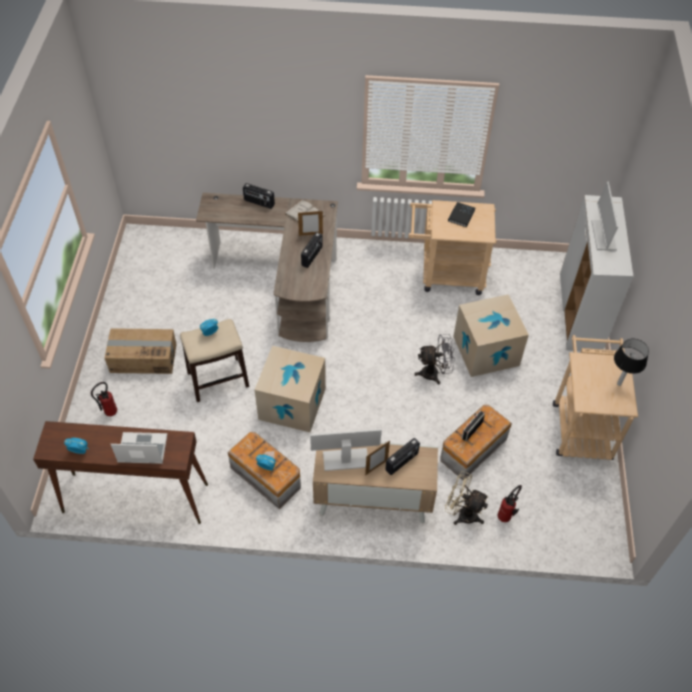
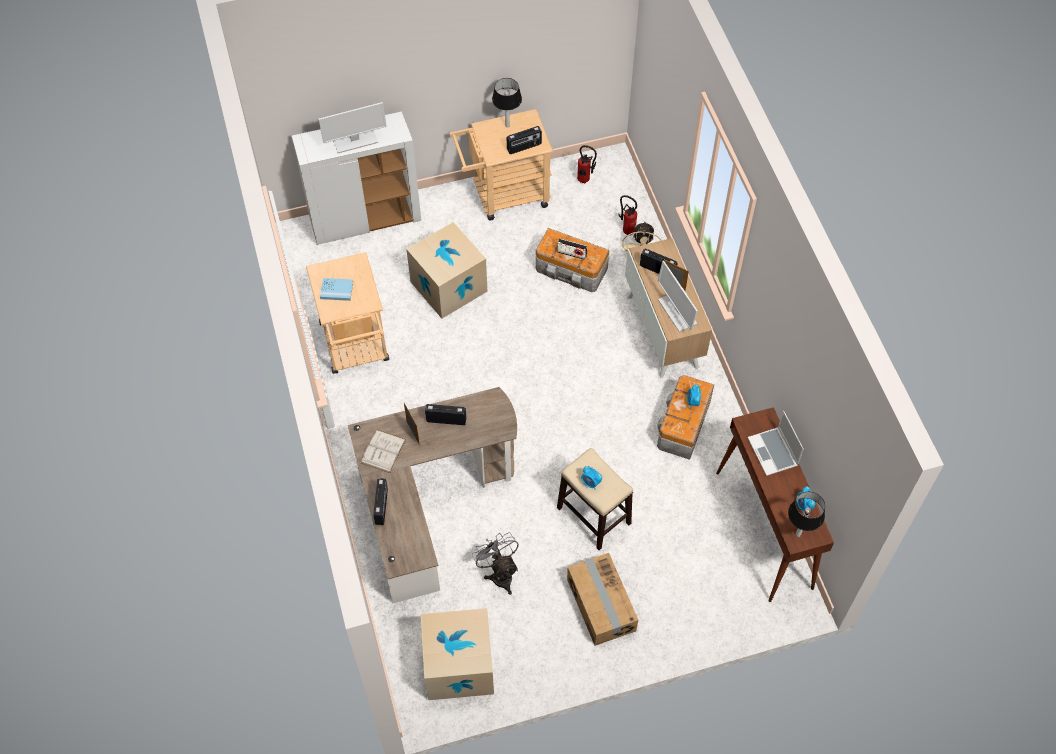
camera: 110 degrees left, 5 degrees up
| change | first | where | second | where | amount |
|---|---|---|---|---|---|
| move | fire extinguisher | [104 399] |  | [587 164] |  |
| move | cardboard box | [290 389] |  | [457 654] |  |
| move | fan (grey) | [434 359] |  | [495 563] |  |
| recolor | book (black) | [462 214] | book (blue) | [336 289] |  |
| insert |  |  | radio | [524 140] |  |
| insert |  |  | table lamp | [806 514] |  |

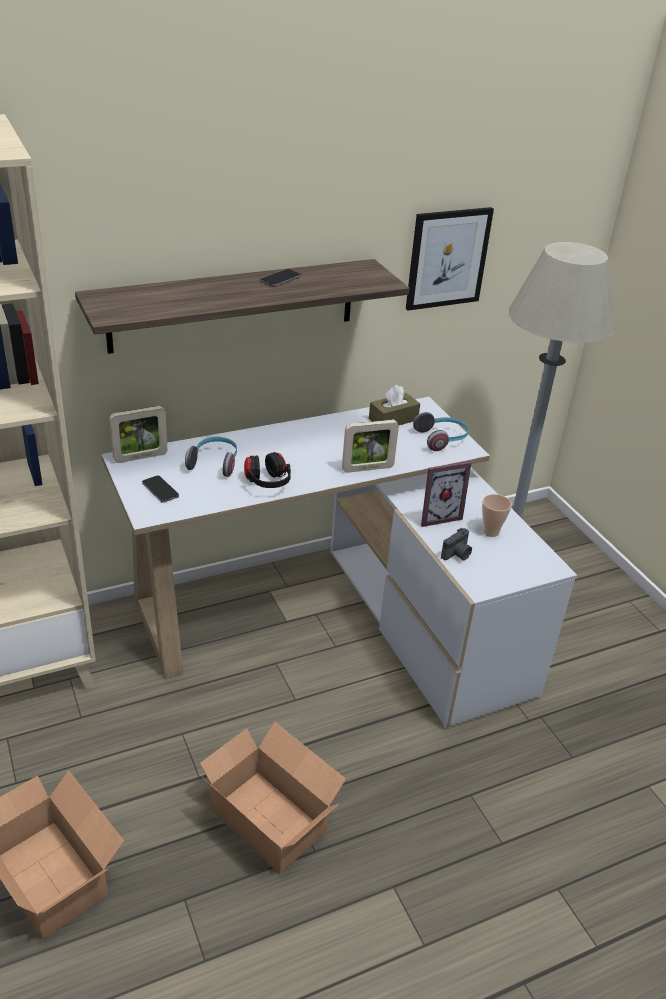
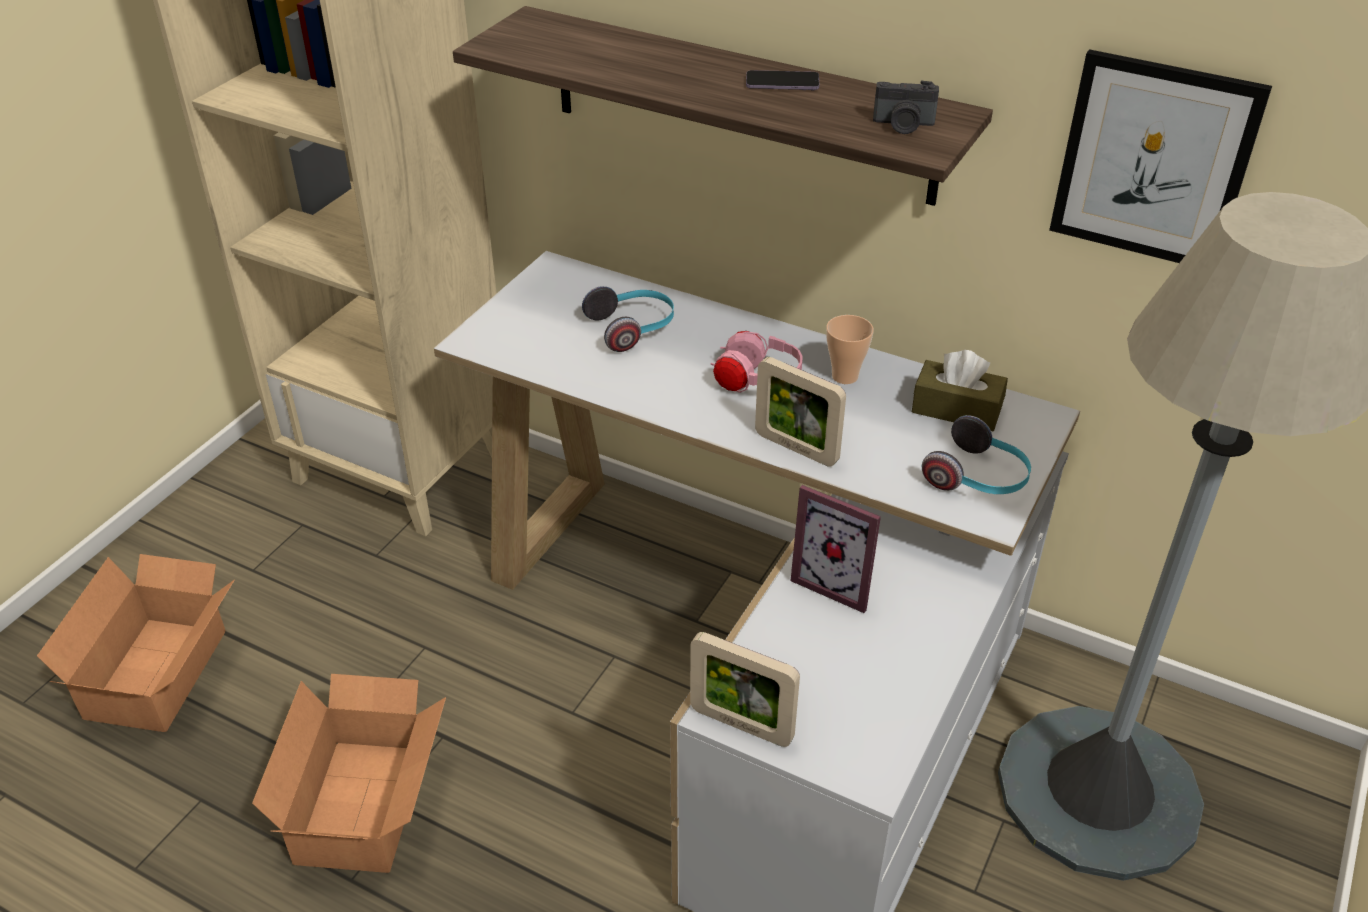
camera: 55 degrees right, 5 degrees up
| change | first | where | second | where | amount |
|---|---|---|---|---|---|
| move | picture frame | [138 434] |  | [745 689] |  |
| delete | phone | [160 489] |  |  |  |
| delete | headphones (black) | [267 470] |  |  |  |
| move | photo camera | [456 544] |  | [906 107] |  |
| move | cup | [497 515] |  | [850 349] |  |
| insert |  |  | headphones (pink) | [756 362] |  |

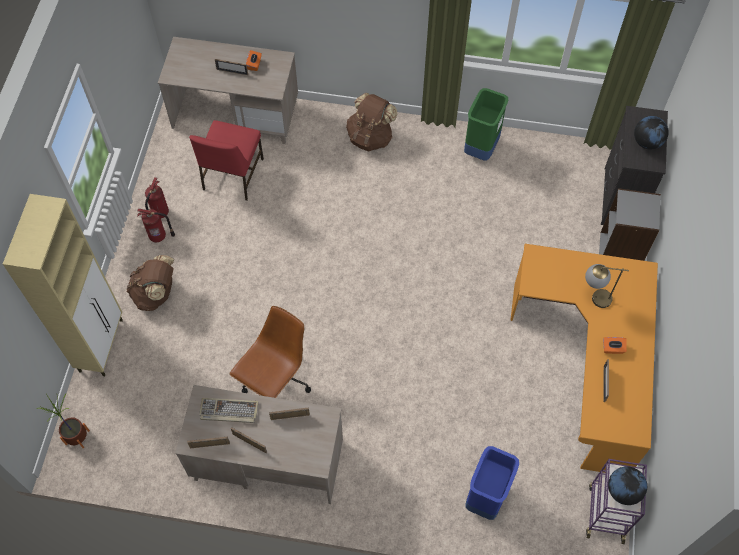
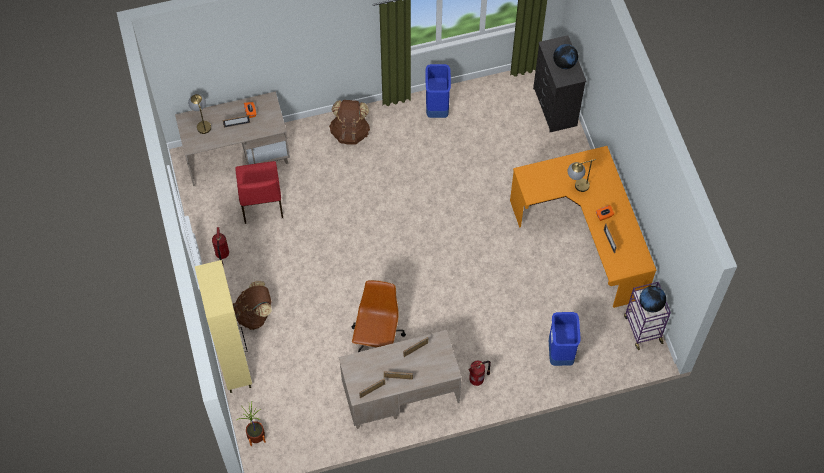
camera: 25 degrees left, 0 degrees up
| change | first | where | second | where | amount |
|---|---|---|---|---|---|
| move | fire extinguisher | [156 225] |  | [480 373] |  |
| delete | keyboard | [228 410] |  |  |  |
| recolor | trash can (green) | [486 124] | trash can (blue) | [438 91] |  |
| delete | bookcase (grey) | [630 224] |  |  |  |
| insert |  |  | table lamp | [199 114] |  |

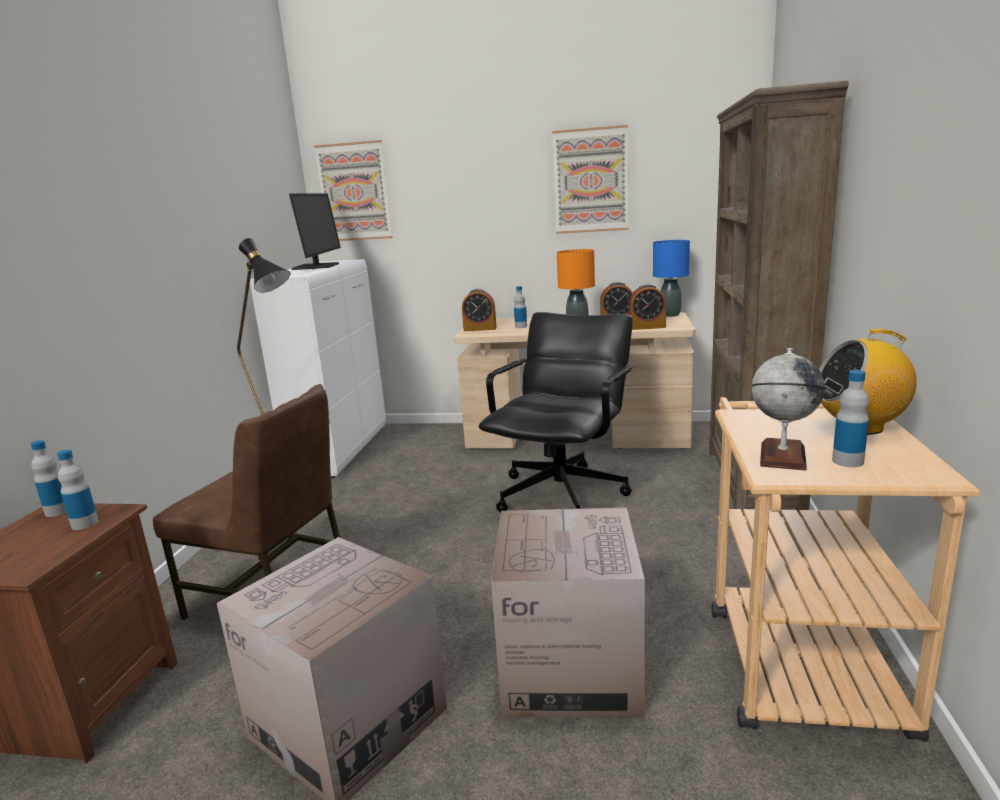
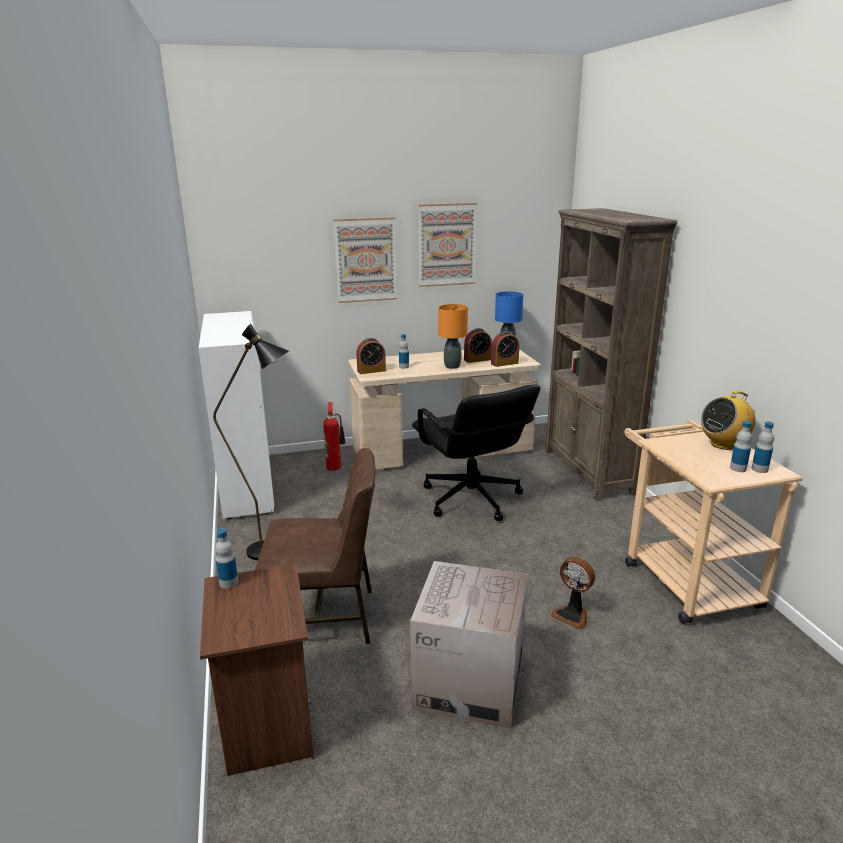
camera: 25 degrees left, 5 degrees up
| change | first | where | second | where | amount |
|---|---|---|---|---|---|
| move | bottle | [78 489] |  | [762 447] |  |
| delete | monitor | [315 231] |  |  |  |
| move | picture | [353 190] |  | [365 260] |  |
| rotate | office chair (black) | [556 412] |  | [476 453] | 150 degrees clockwise |
| replace | cardboard box | [568 612] | fan | [573 593] |  |
| delete | globe | [788 409] |  |  |  |
| insert |  |  | fire extinguisher | [334 436] |  |

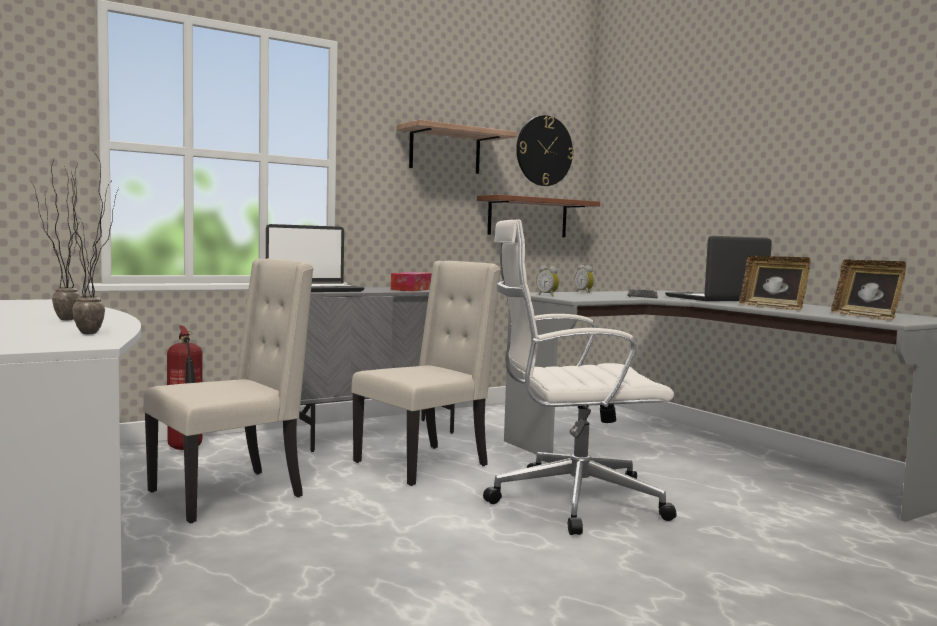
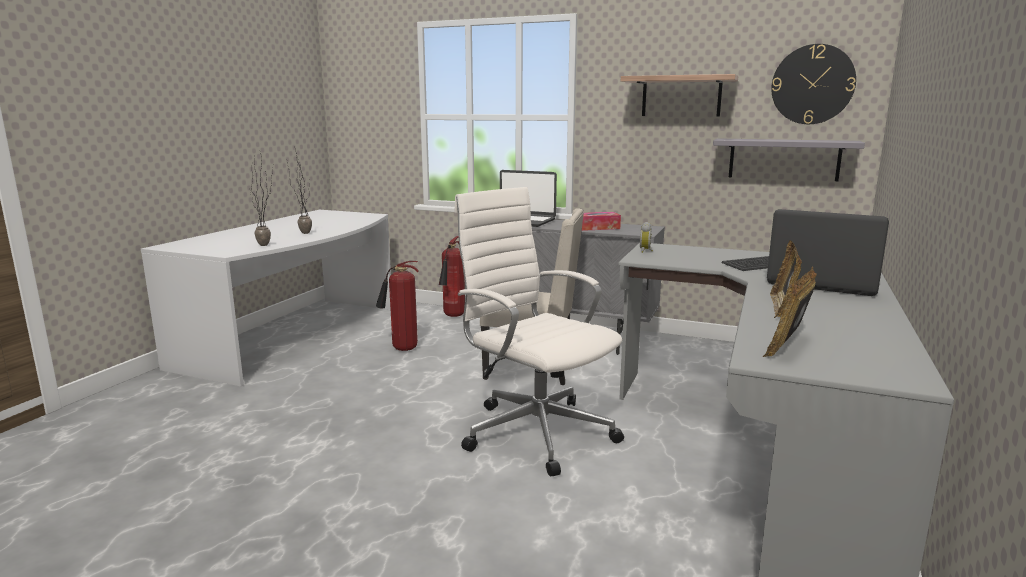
camera: 55 degrees right, 10 degrees up
| change | first | where | second | where | amount |
|---|---|---|---|---|---|
| replace | chair (beige) | [228 391] | fire extinguisher | [397 306] |  |
| recolor | shelf (brown) | [538 216] | shelf (grey) | [789 159] |  |
| delete | alarm clock | [584 279] |  |  |  |

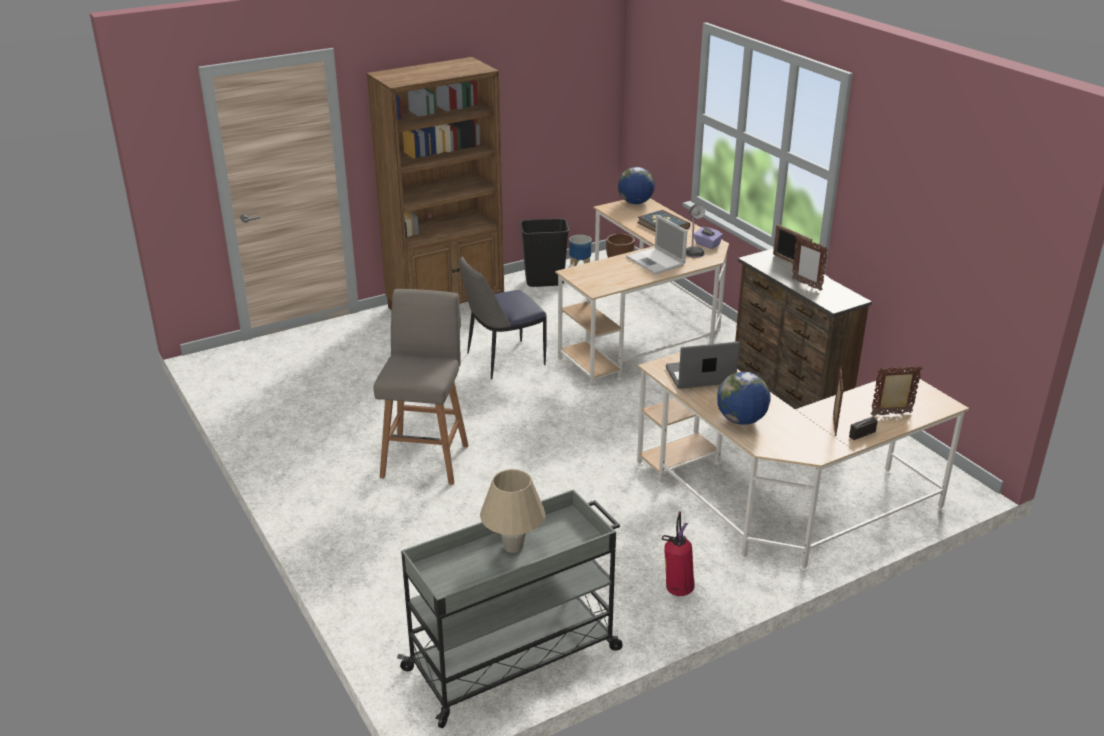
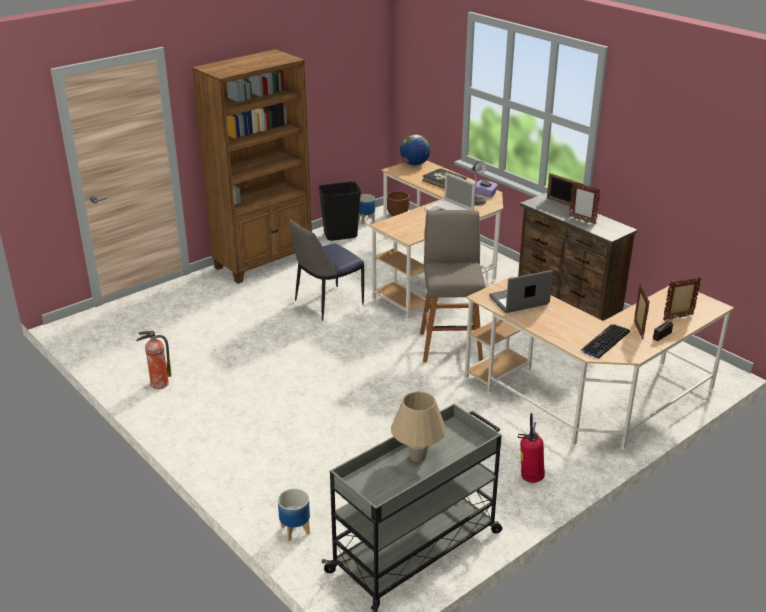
camera: 10 degrees left, 0 degrees up
| change | first | where | second | where | amount |
|---|---|---|---|---|---|
| move | stool (grey) | [420 387] |  | [453 286] |  |
| delete | globe | [744 398] |  |  |  |
| insert |  |  | fire extinguisher | [154 360] |  |
| insert |  |  | planter | [294 515] |  |
| insert |  |  | keyboard | [605 341] |  |

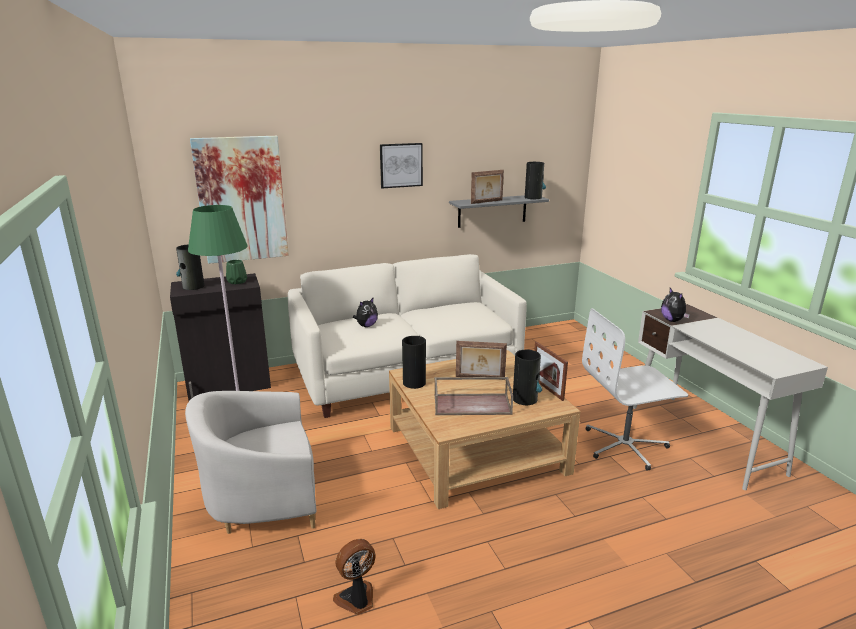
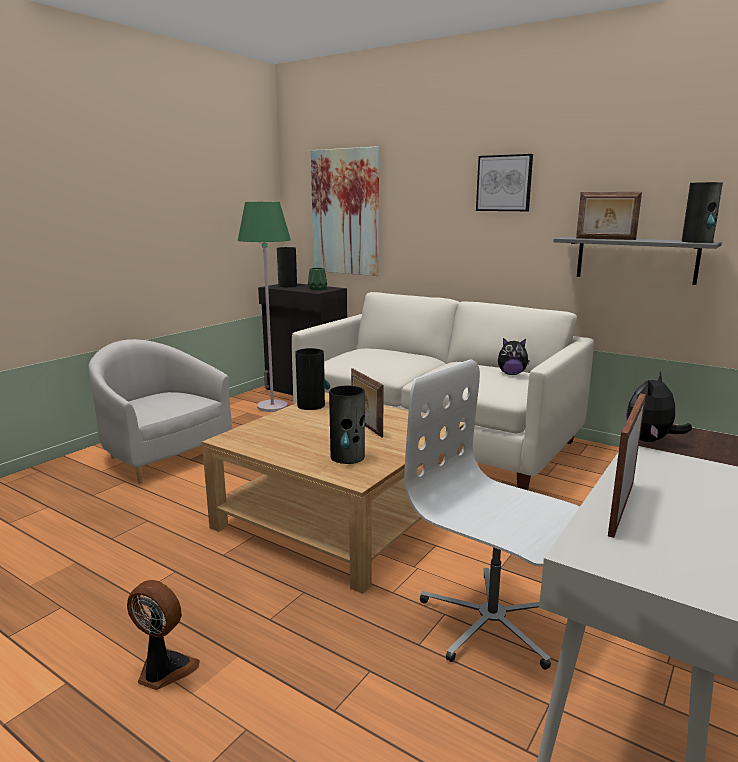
camera: 55 degrees right, 5 degrees down
| change | first | where | second | where | amount |
|---|---|---|---|---|---|
| move | fan | [354 577] |  | [163 635] |  |
| move | plush toy | [365 312] |  | [514 356] |  |
| delete | tray (brown) | [473 396] |  |  |  |
| move | picture frame | [551 371] |  | [627 466] |  |

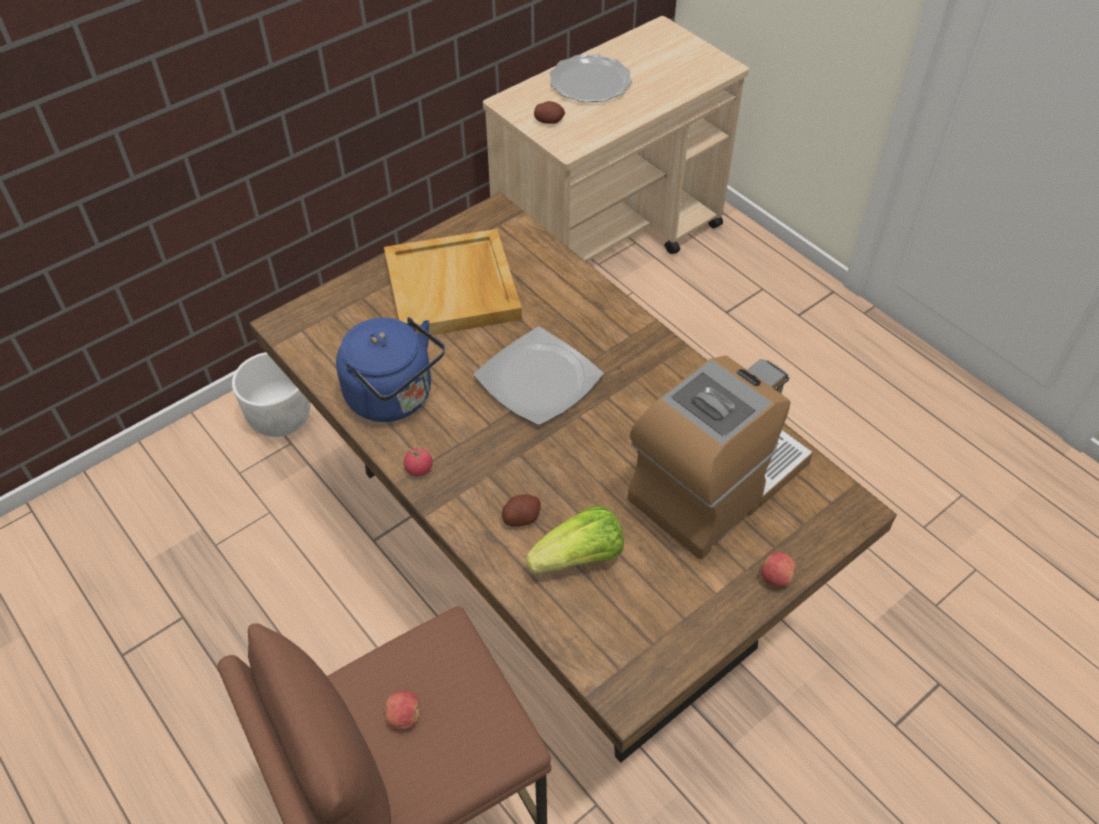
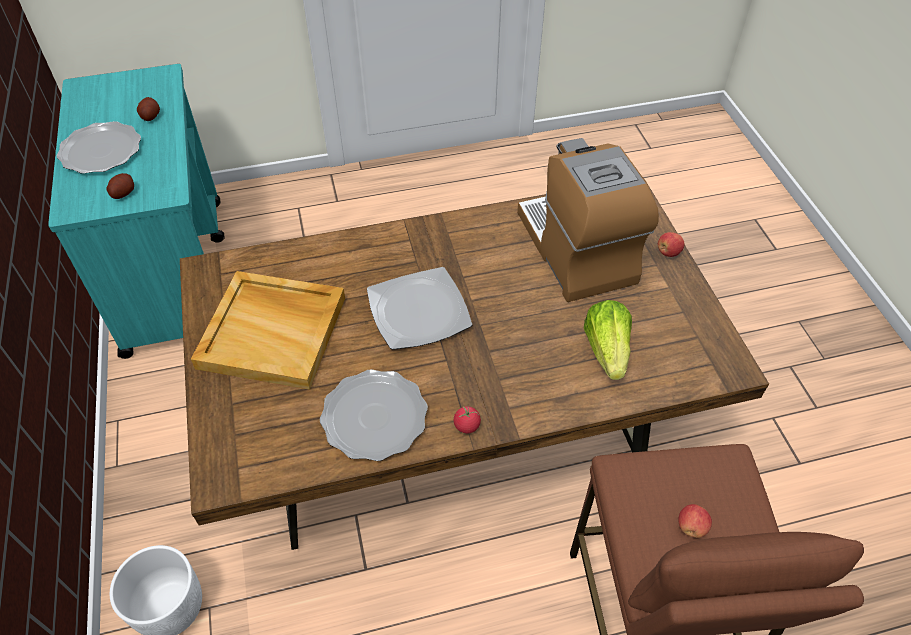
camera: 65 degrees left, 0 degrees up
| change | first | where | second | where | amount |
|---|---|---|---|---|---|
| replace | kettle (blue) | [390 369] | plate | [374 415] |  |
| recolor | cart (beige) | [616 139] | cart (turquoise) | [136 211] |  |
| move | potato | [521 510] |  | [148 109] |  |

